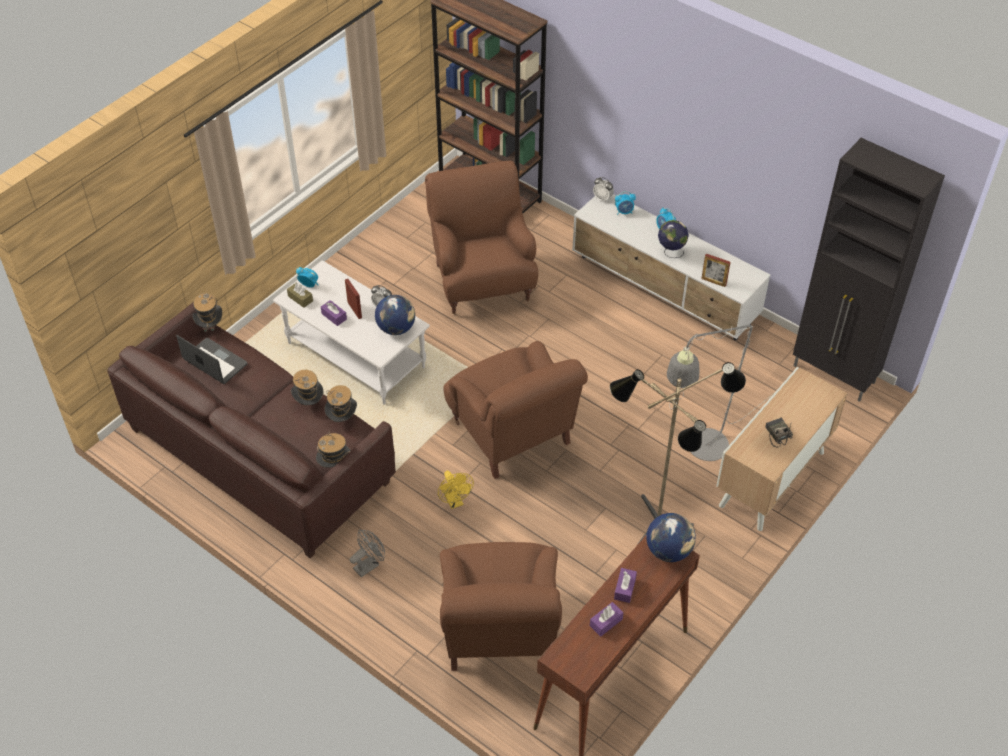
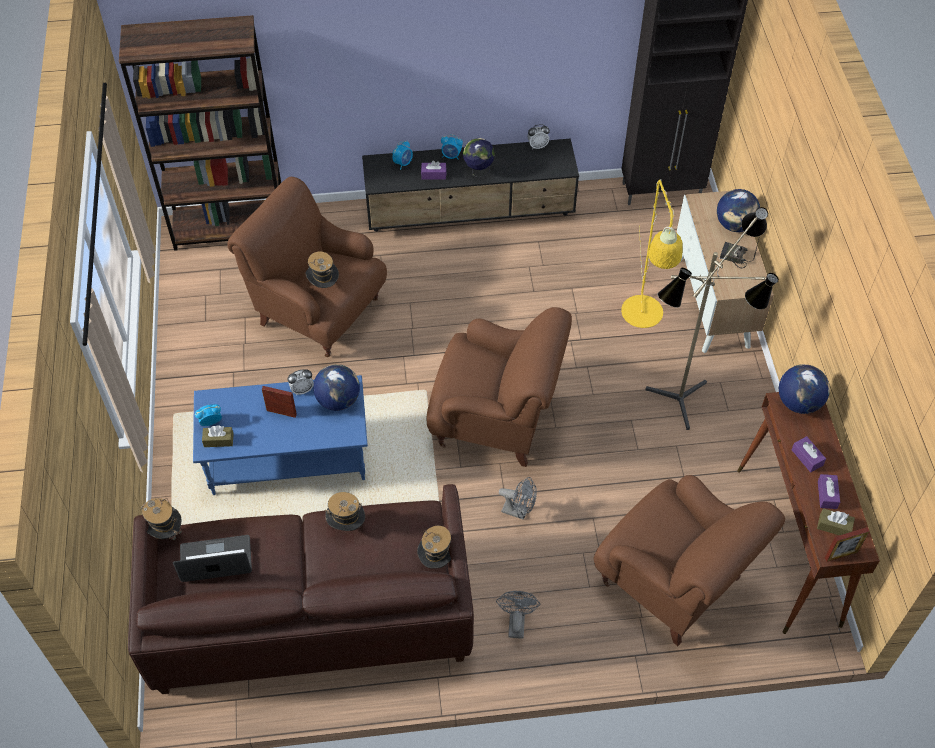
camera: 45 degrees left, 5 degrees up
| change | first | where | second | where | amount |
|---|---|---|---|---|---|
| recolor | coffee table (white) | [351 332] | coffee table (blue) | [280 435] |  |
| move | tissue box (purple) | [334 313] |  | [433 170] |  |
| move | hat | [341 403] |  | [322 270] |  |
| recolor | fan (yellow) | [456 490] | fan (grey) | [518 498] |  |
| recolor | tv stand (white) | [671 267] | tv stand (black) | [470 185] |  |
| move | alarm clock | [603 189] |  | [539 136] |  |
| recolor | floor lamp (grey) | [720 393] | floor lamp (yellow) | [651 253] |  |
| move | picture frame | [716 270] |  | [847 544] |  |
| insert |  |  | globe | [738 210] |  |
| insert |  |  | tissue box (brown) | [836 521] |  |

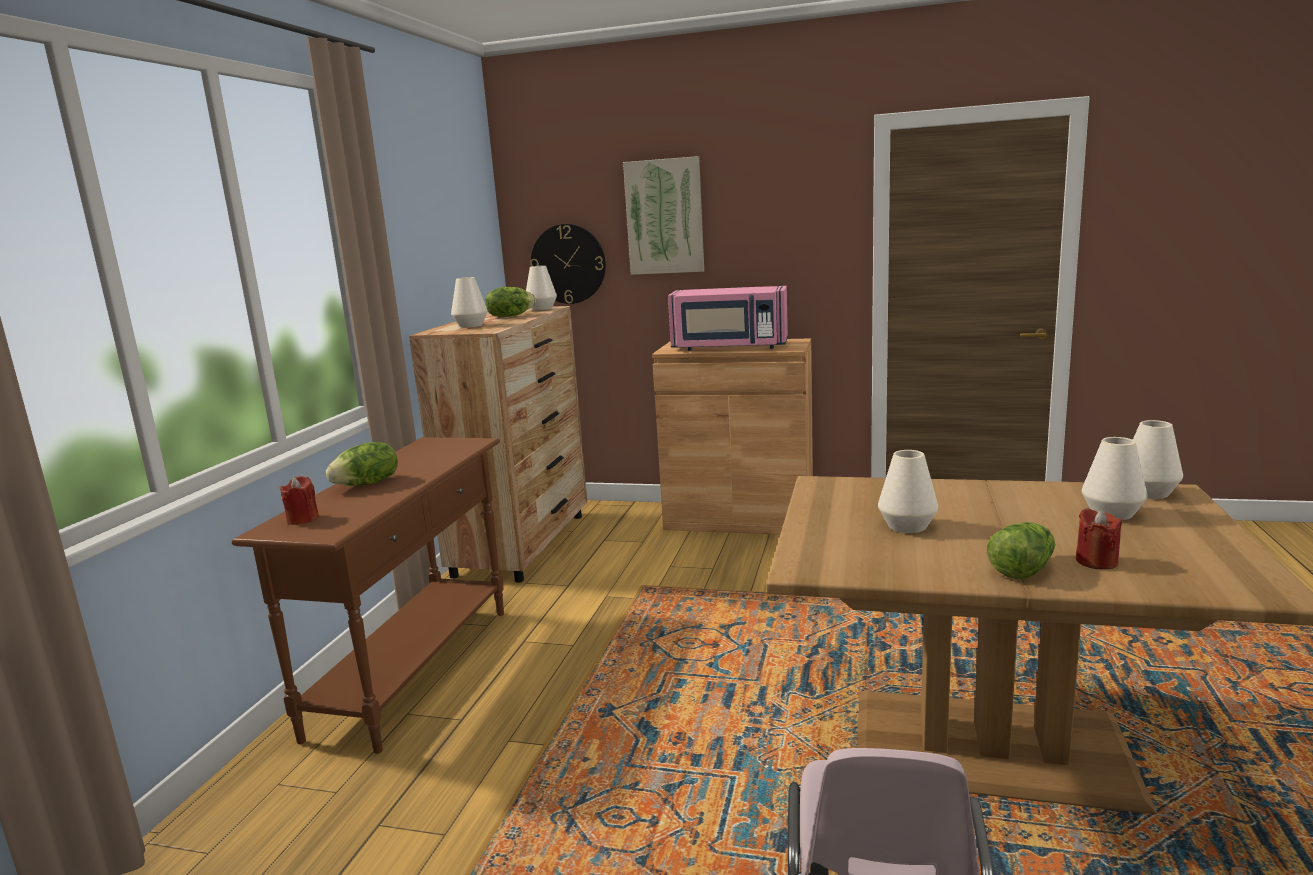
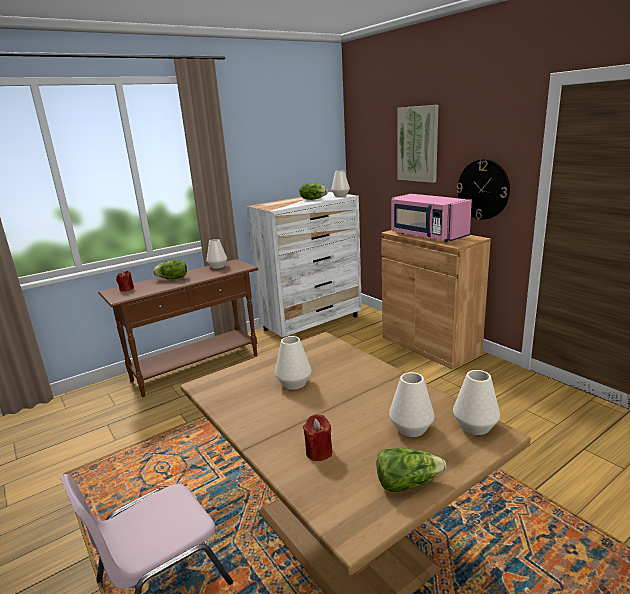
camera: 40 degrees right, 5 degrees up
| change | first | where | second | where | amount |
|---|---|---|---|---|---|
| recolor | dresser (brown) | [498 444] | dresser (white) | [304 265] |  |
| move | vase (white) | [469 302] |  | [216 254] |  |
| move | wall clock | [568 264] |  | [483 189] |  |
| move | lettuce | [1021 550] |  | [411 470] |  |

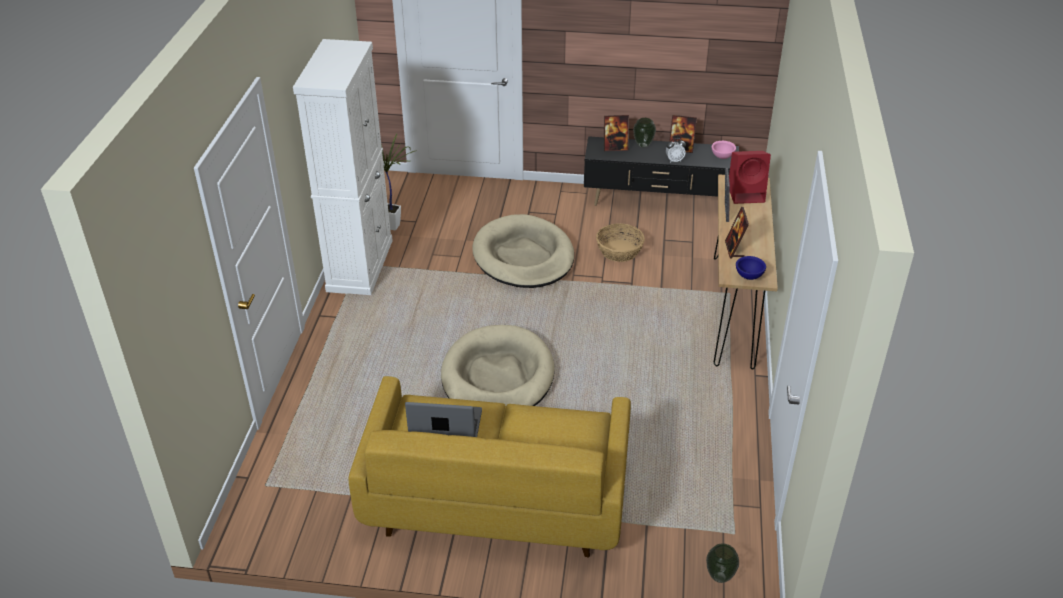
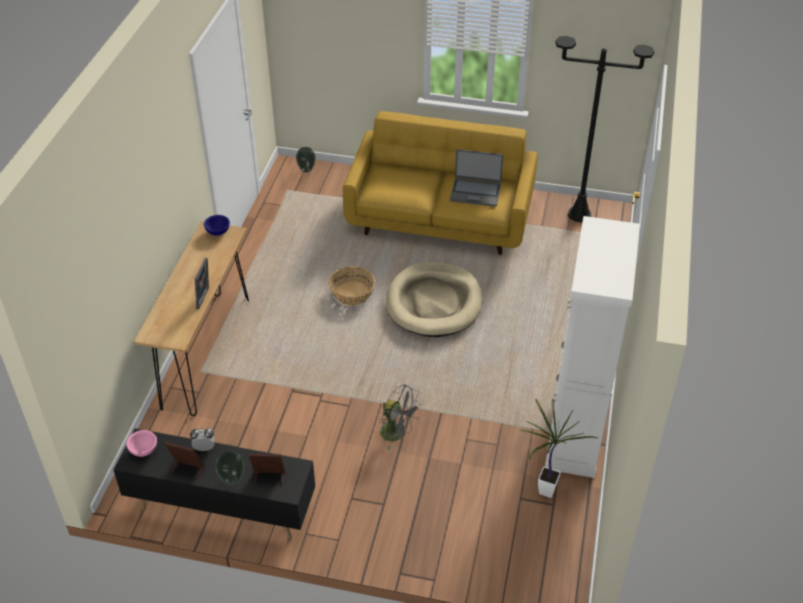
camera: 175 degrees left, 5 degrees up
| change | first | where | second | where | amount |
|---|---|---|---|---|---|
| replace | dog bed (beige) | [523 251] | fan (grey) | [400 417] |  |
| move | basket | [620 242] |  | [352 286] |  |
| delete | picture frame | [737 233] |  |  |  |
| delete | speaker (red) | [750 177] |  |  |  |
| insert |  |  | floor lamp (black) | [604 129] |  |

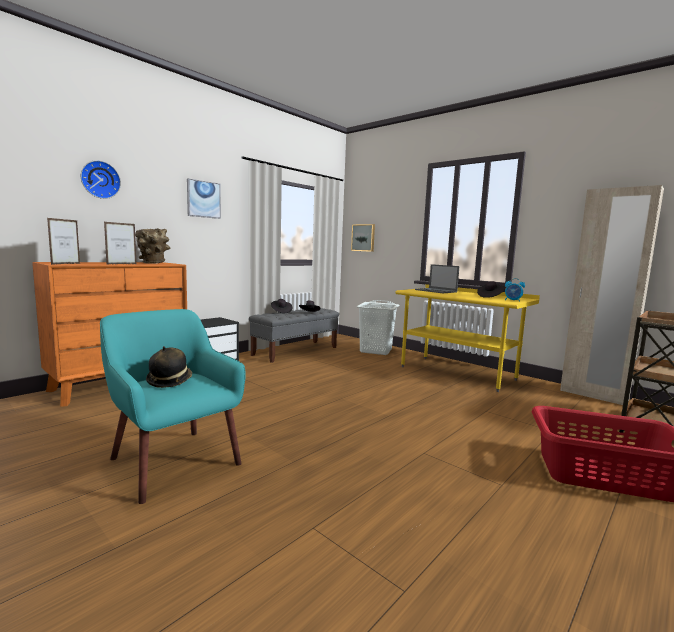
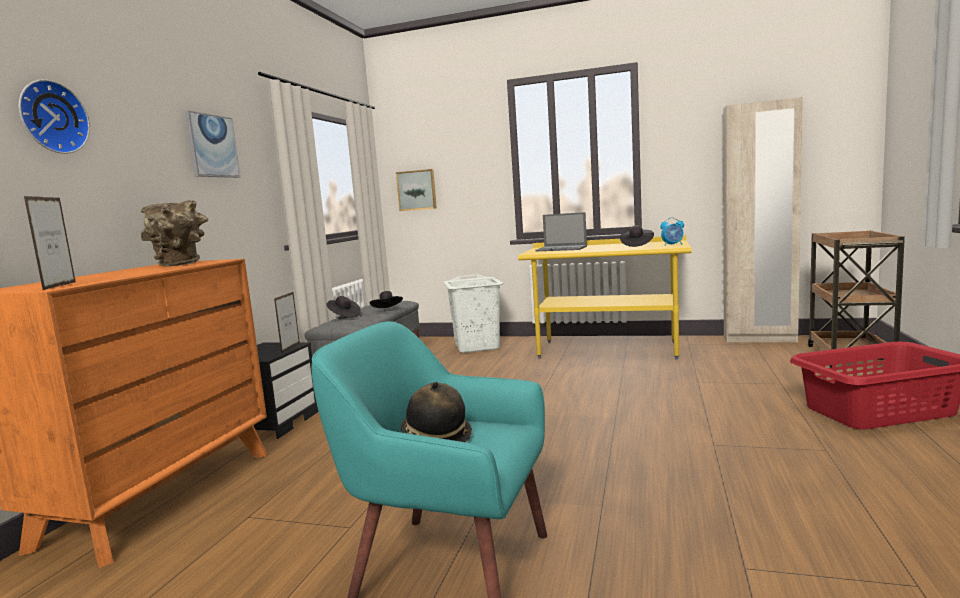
camera: 25 degrees left, 0 degrees up
| change | first | where | second | where | amount |
|---|---|---|---|---|---|
| move | picture frame | [120 243] |  | [287 322] |  |

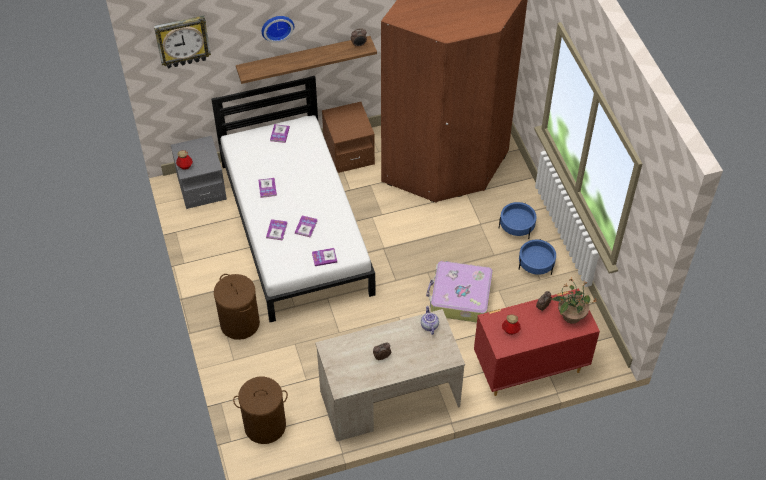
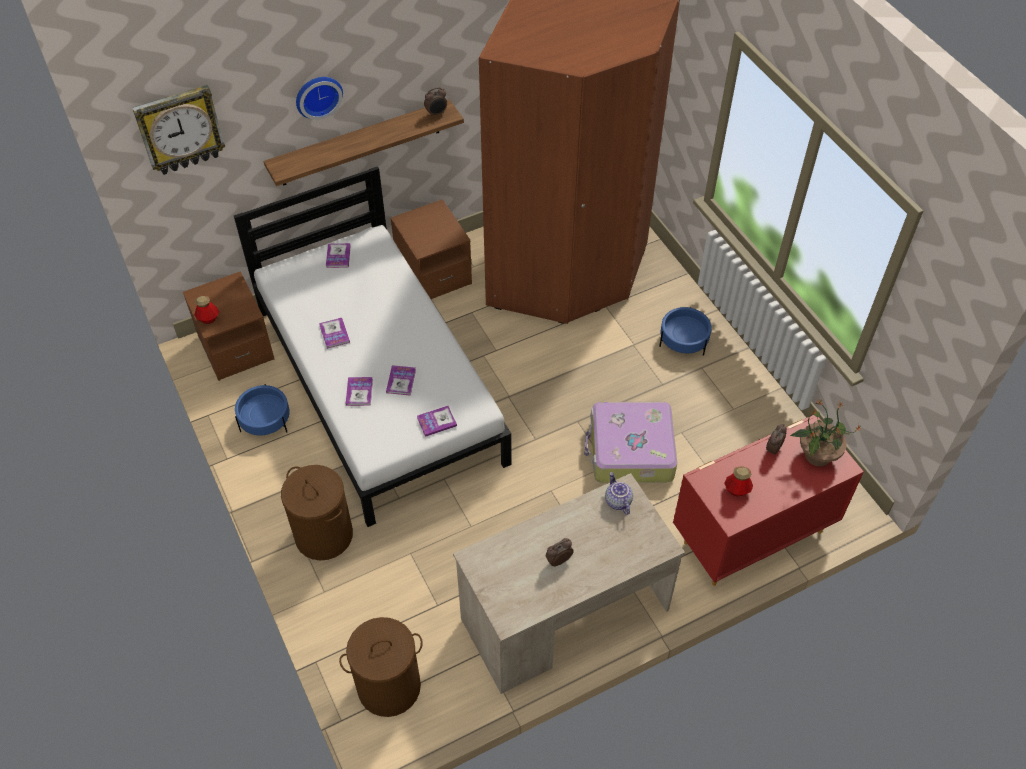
camera: 10 degrees left, 0 degrees up
| change | first | where | second | where | amount |
|---|---|---|---|---|---|
| recolor | nightstand (grey) | [199 172] | nightstand (brown) | [229 326] |  |
| move | planter (blue) | [537 257] |  | [262 409] |  |

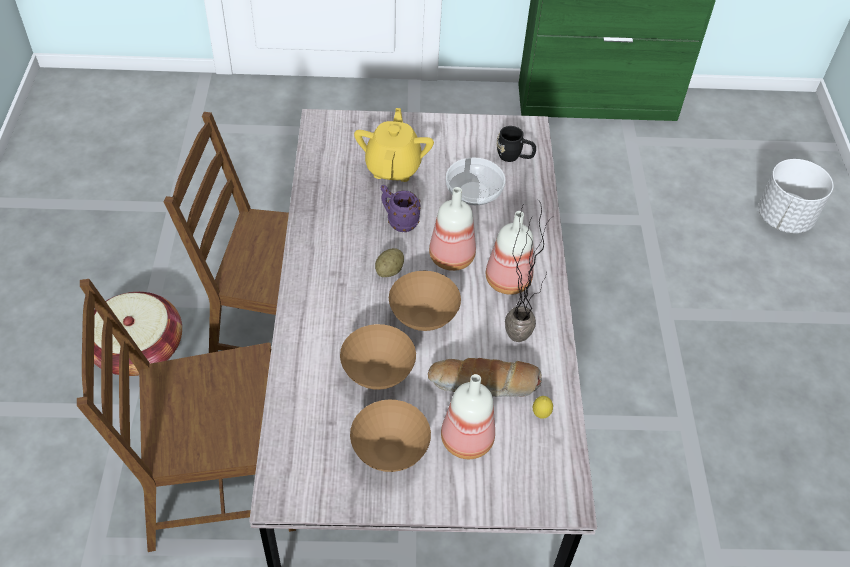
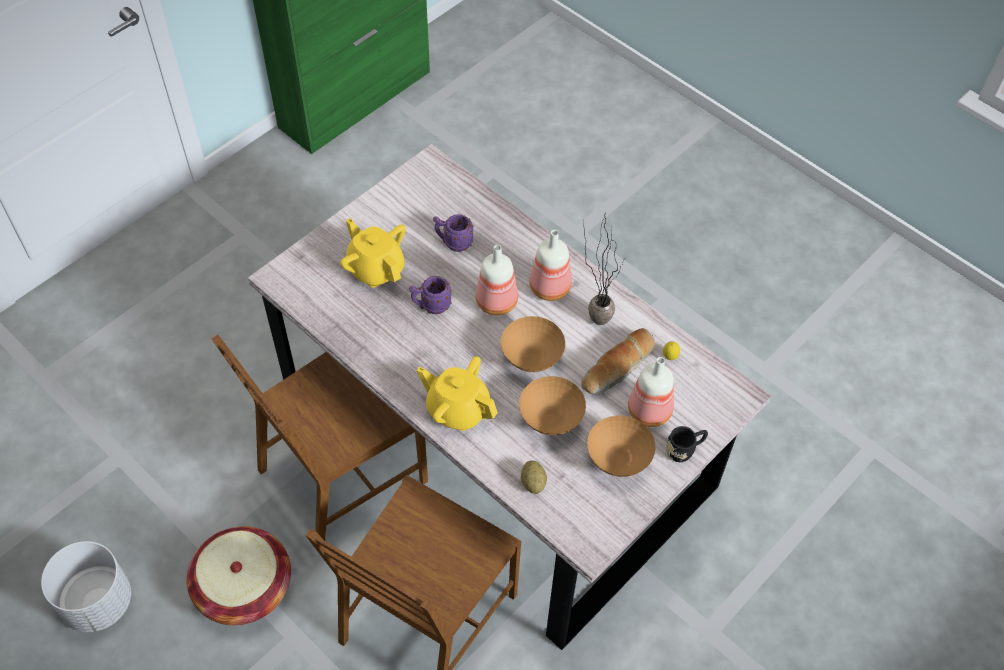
camera: 45 degrees left, 5 degrees up
| change | first | where | second | where | amount |
|---|---|---|---|---|---|
| move | potato | [389 262] |  | [534 477] |  |
| replace | bowl | [475 181] | mug (purple) | [453 233] |  |
| move | mug (black) | [516 144] |  | [687 444] |  |
| move | planter (white) | [796 196] |  | [86 586] |  |
| insert |  |  | teapot (yellow) | [457 393] |  |

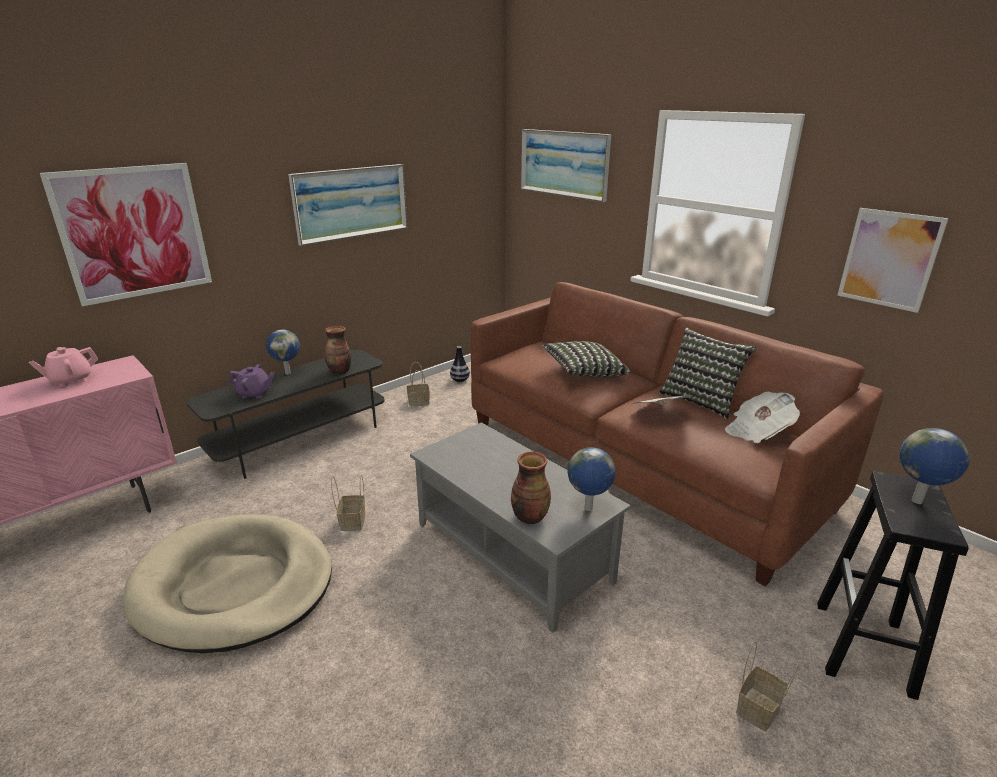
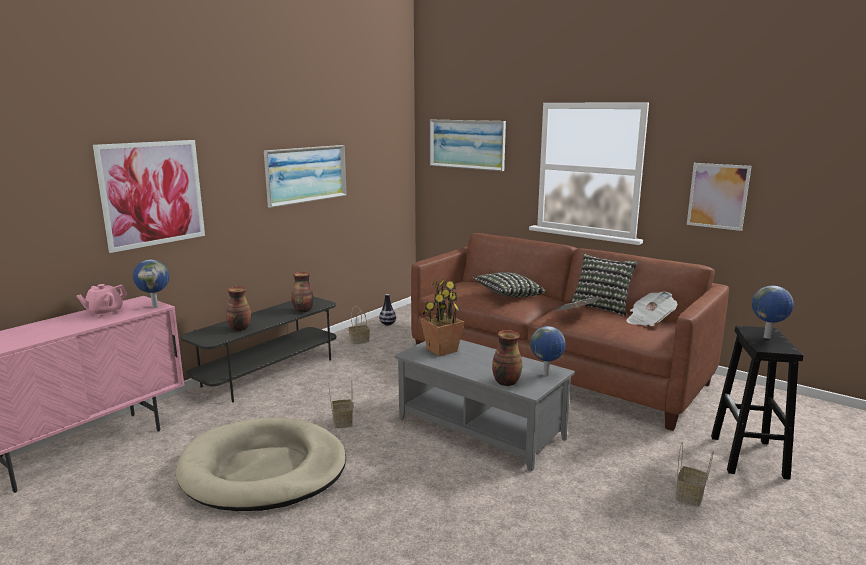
camera: 10 degrees left, 10 degrees down
| change | first | where | second | where | amount |
|---|---|---|---|---|---|
| replace | teapot (purple) | [252 381] | vase | [238 309] |  |
| move | globe | [283 352] |  | [151 284] |  |
| insert |  |  | potted plant | [442 317] |  |

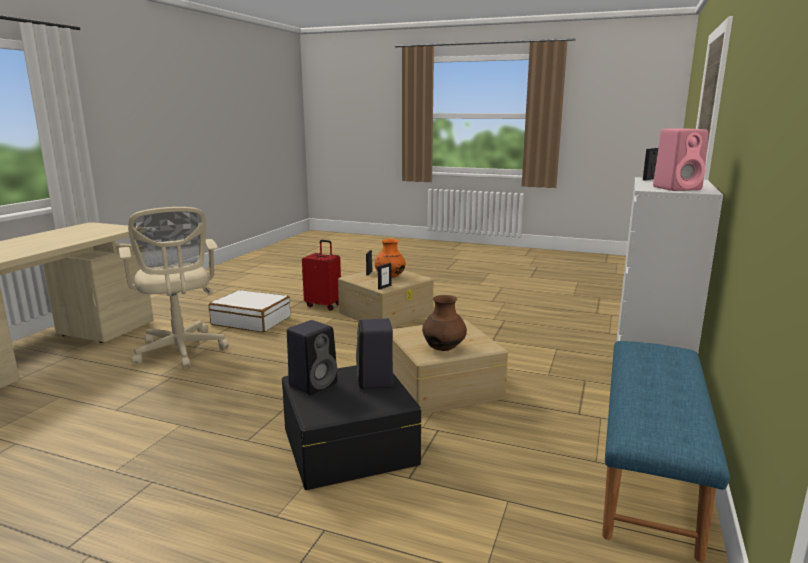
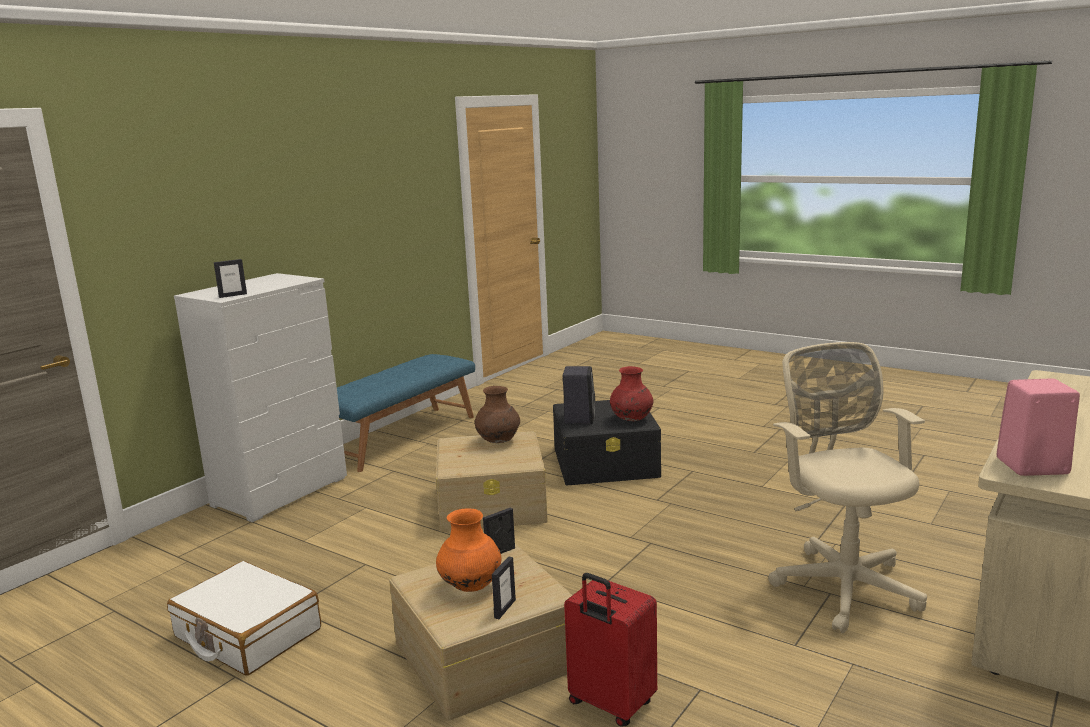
camera: 165 degrees left, 0 degrees up
| change | first | where | second | where | amount |
|---|---|---|---|---|---|
| move | suitcase (white) | [249 311] |  | [244 618] |  |
| replace | speaker (black) | [312 357] | vase (red) | [631 393] |  |
| move | speaker (pink) | [680 159] |  | [1038 427] |  |

